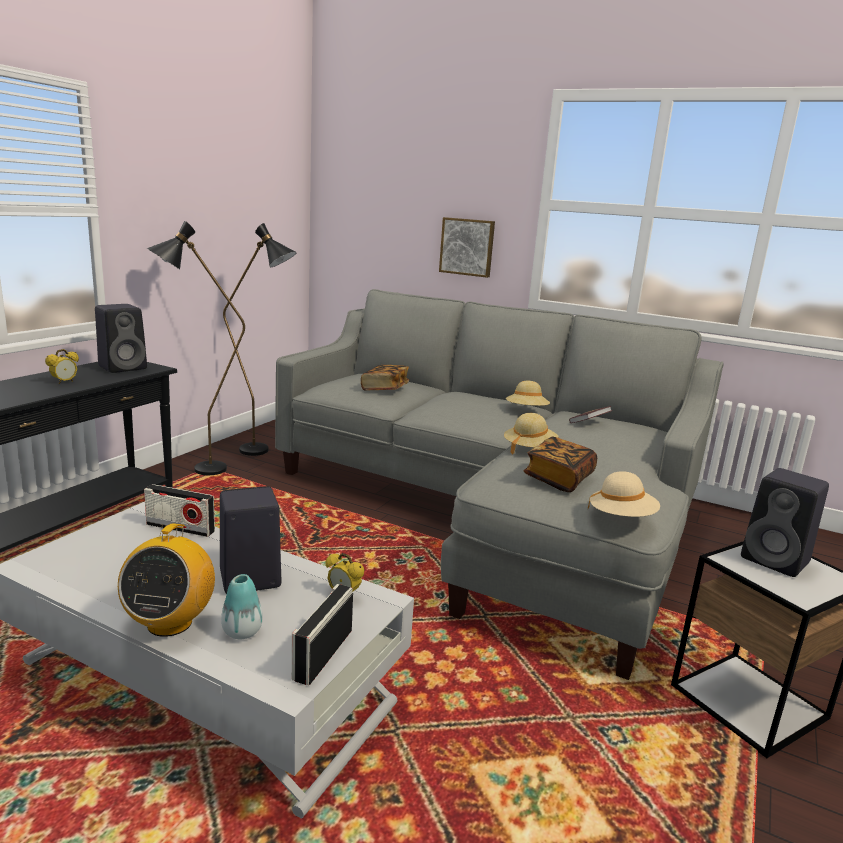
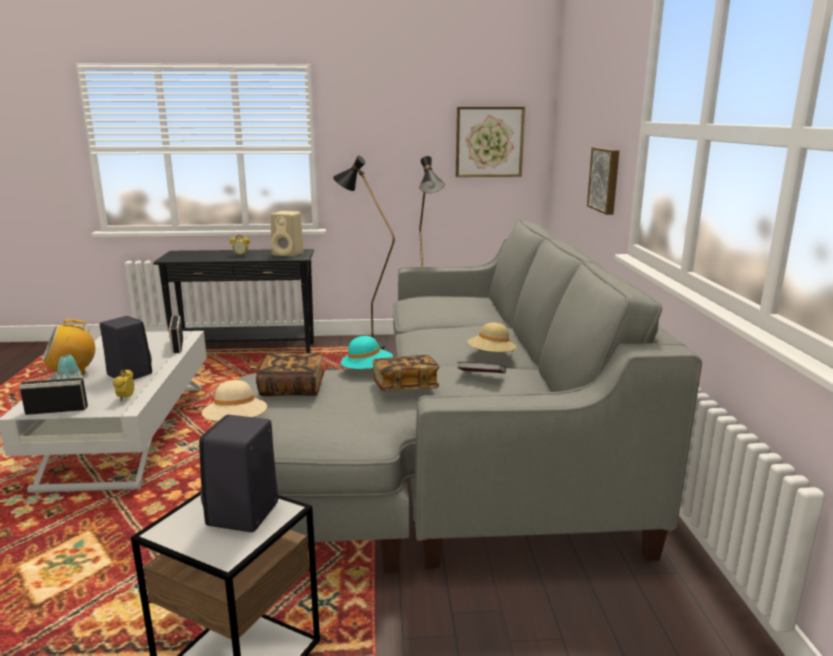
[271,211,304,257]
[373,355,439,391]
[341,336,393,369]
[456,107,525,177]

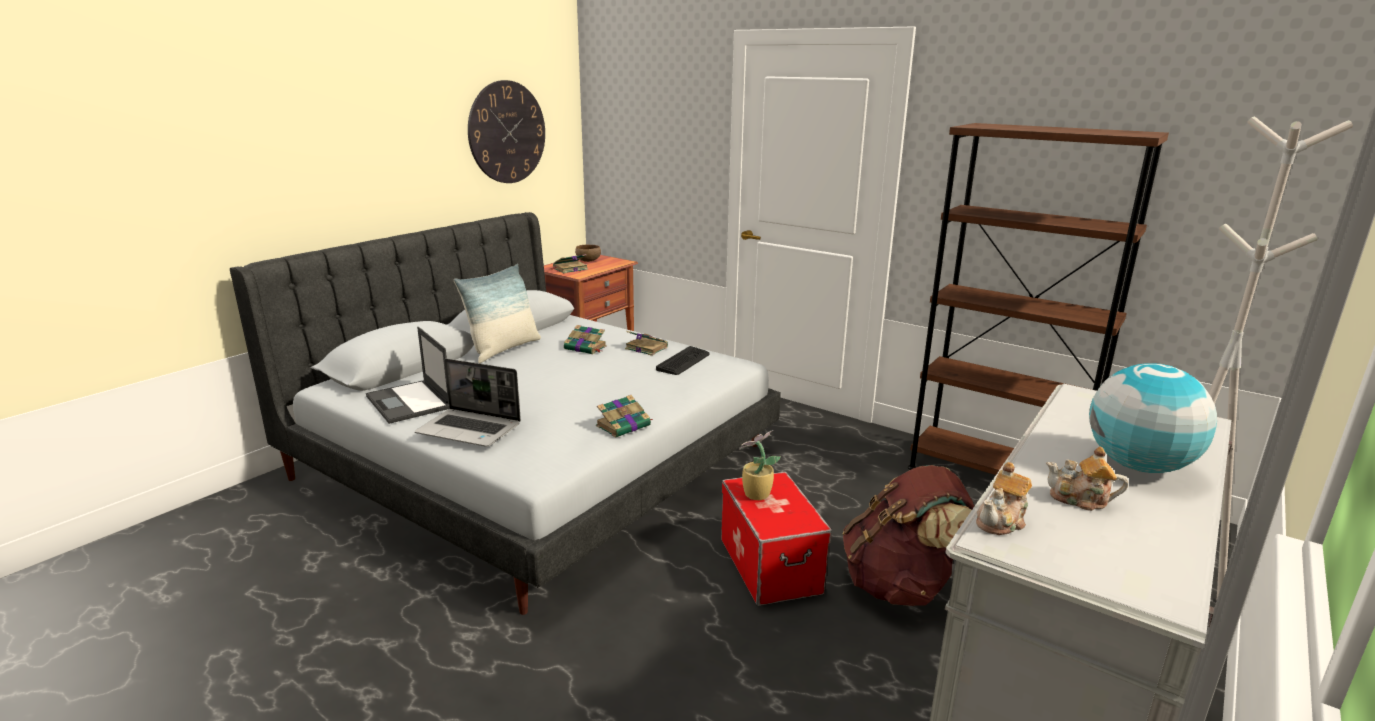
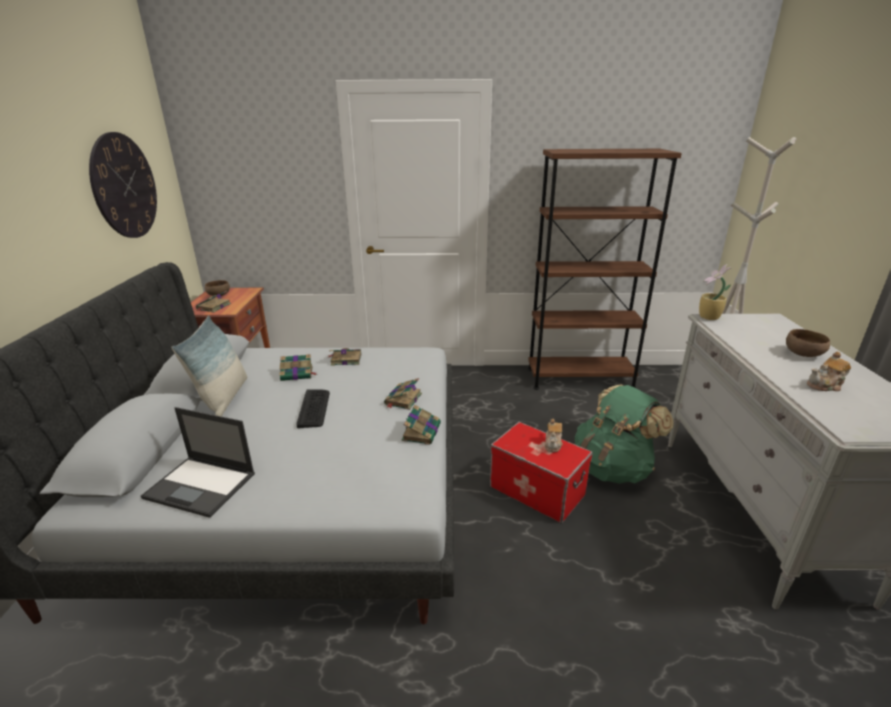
[415,359,521,447] (first image)
[296,389,330,428]
[699,264,731,320]
[575,384,674,484]
[545,419,563,452]
[786,329,830,357]
[384,378,422,410]

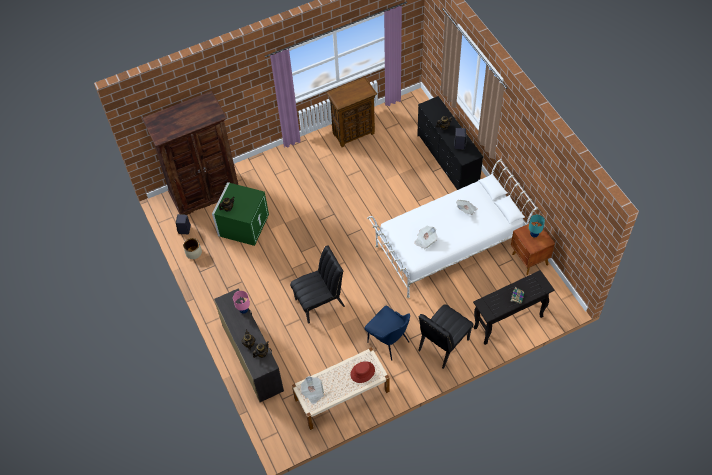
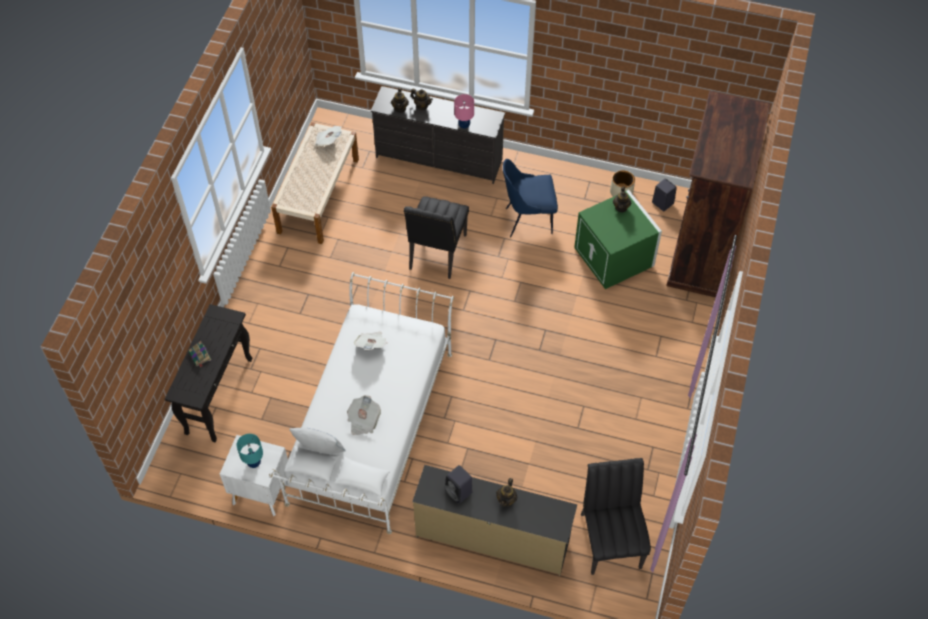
[326,77,377,147] (first image)
[350,361,375,383] (first image)
[503,159,558,237]
[581,458,651,575]
[220,435,288,516]
[289,428,346,453]

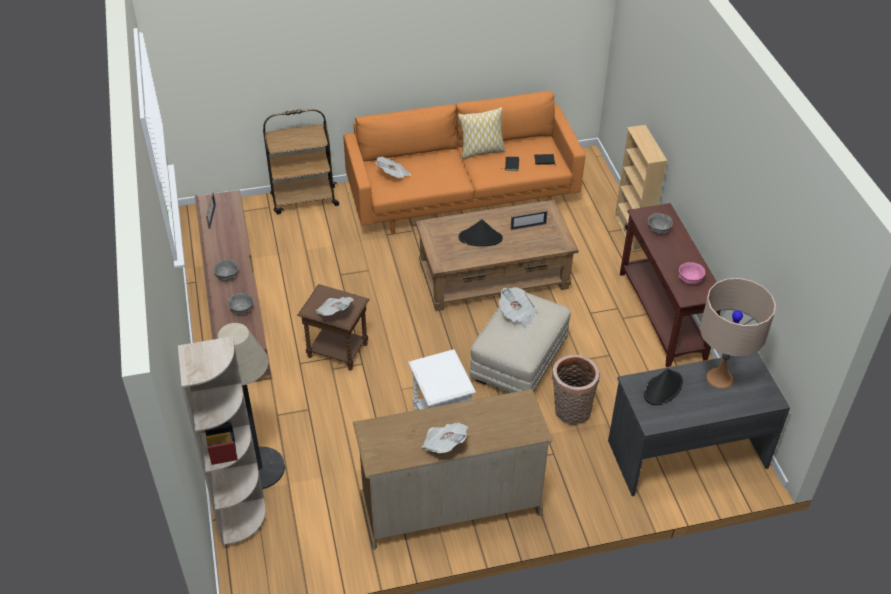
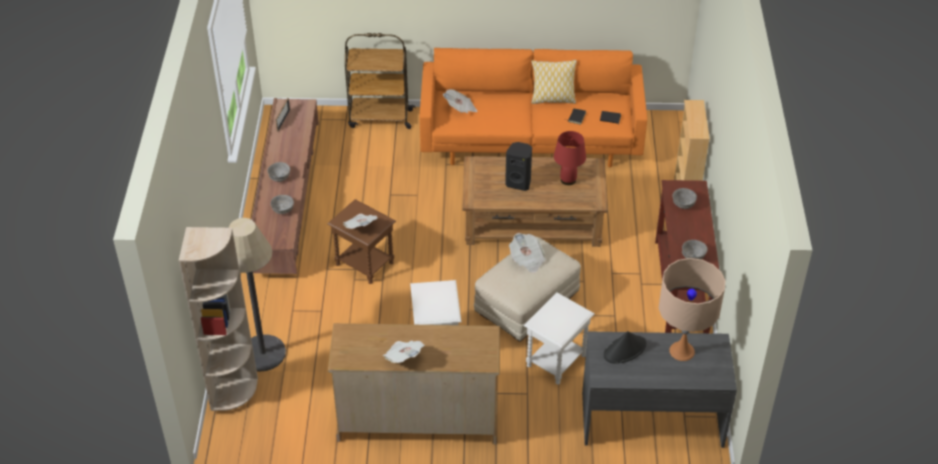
[505,142,532,191]
[554,131,586,185]
[524,292,595,385]
[682,240,708,259]

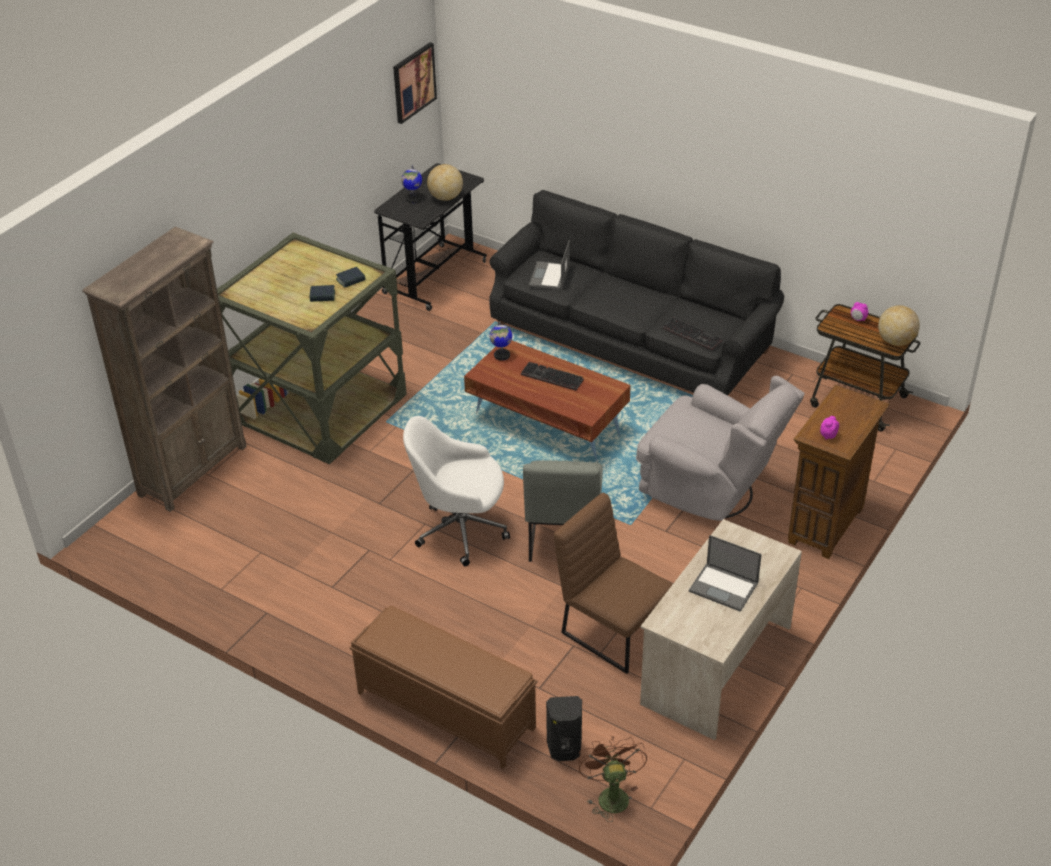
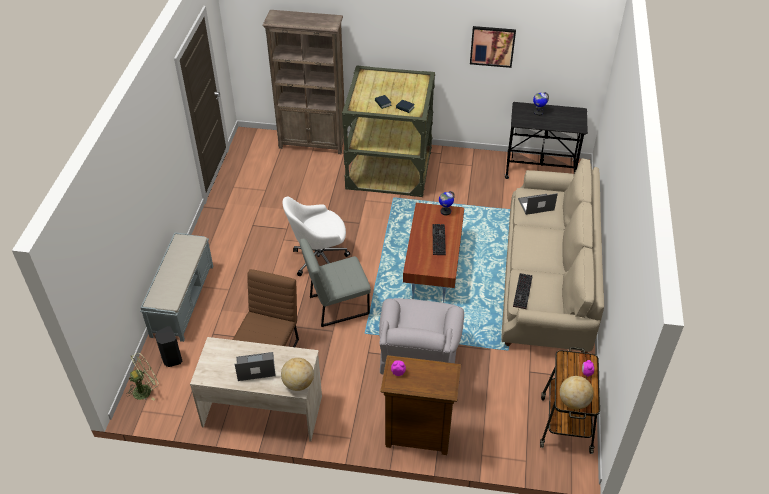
[140,232,213,342]
[470,26,516,68]
[283,197,350,276]
[281,358,314,391]
[501,158,604,353]
[126,353,159,401]
[235,352,276,381]

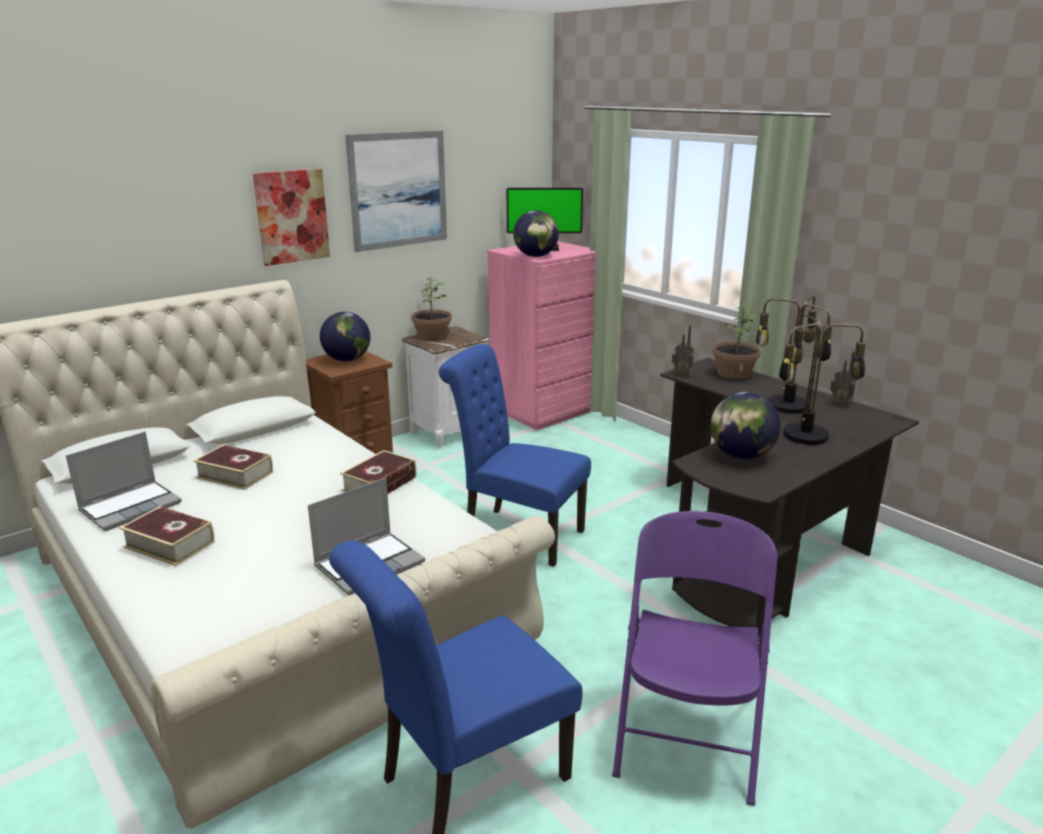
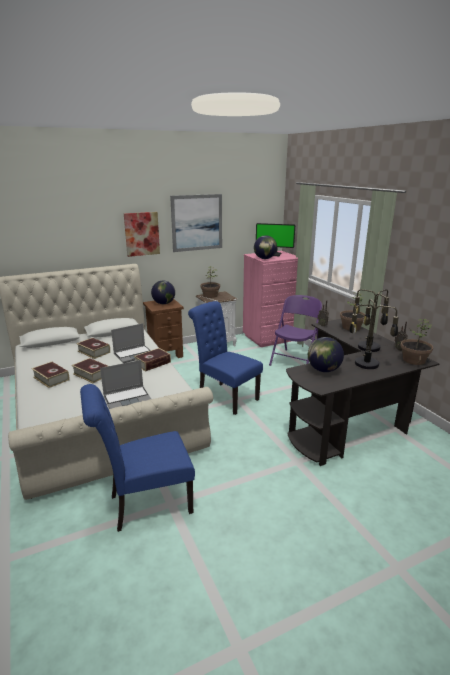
[111,323,151,363]
[269,295,322,366]
[72,358,108,383]
[401,319,433,365]

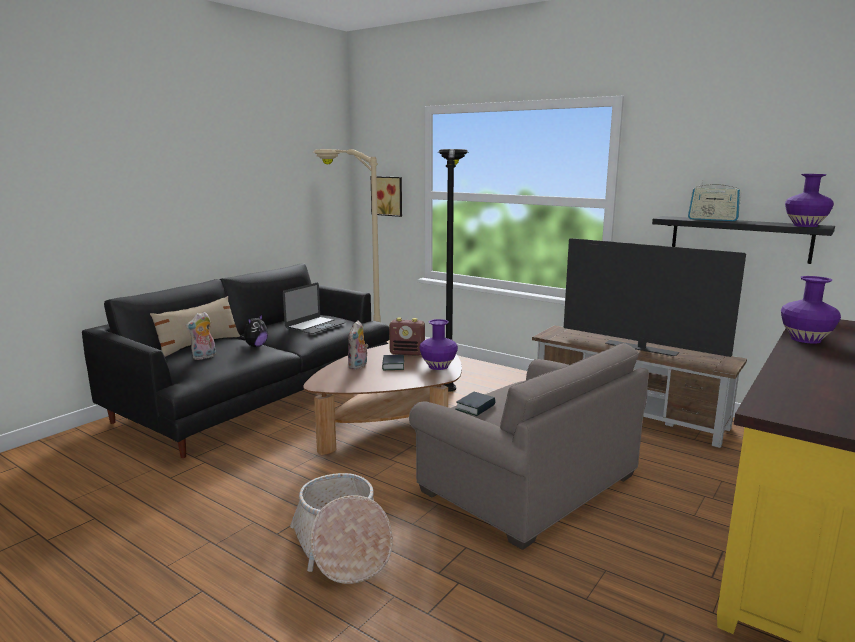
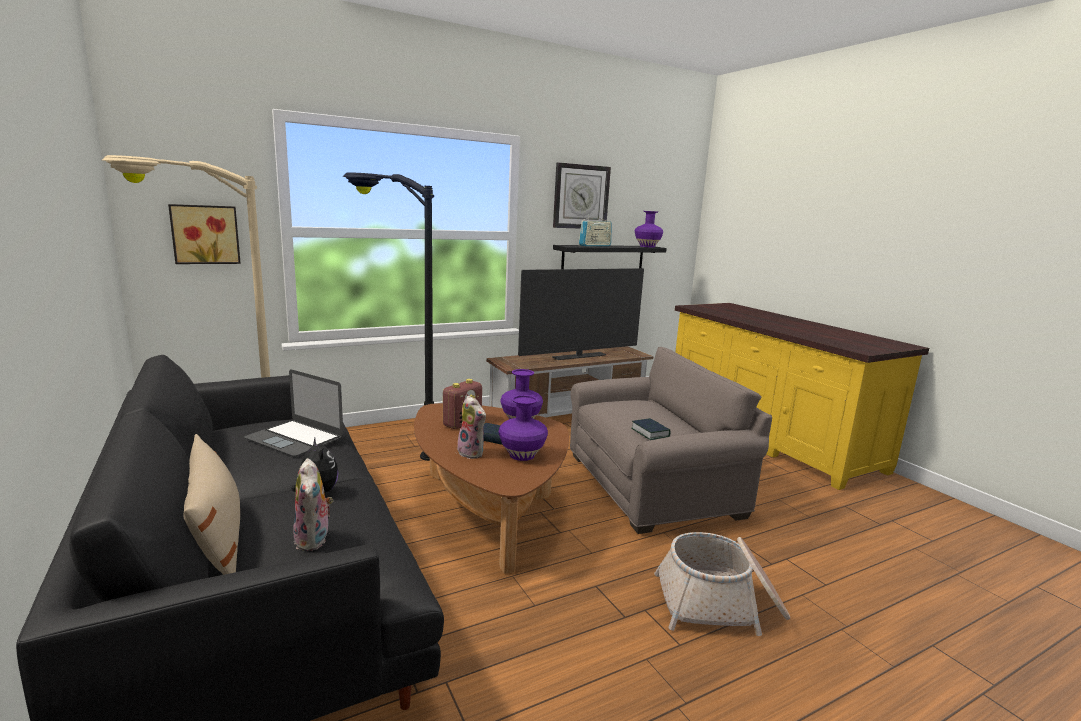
[245,369,343,456]
[499,395,548,461]
[553,162,611,229]

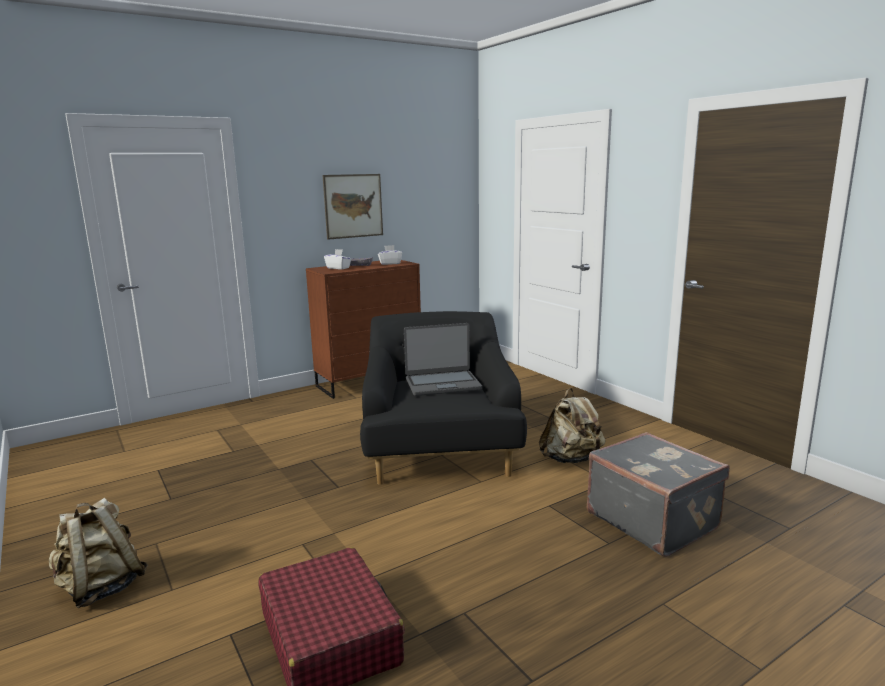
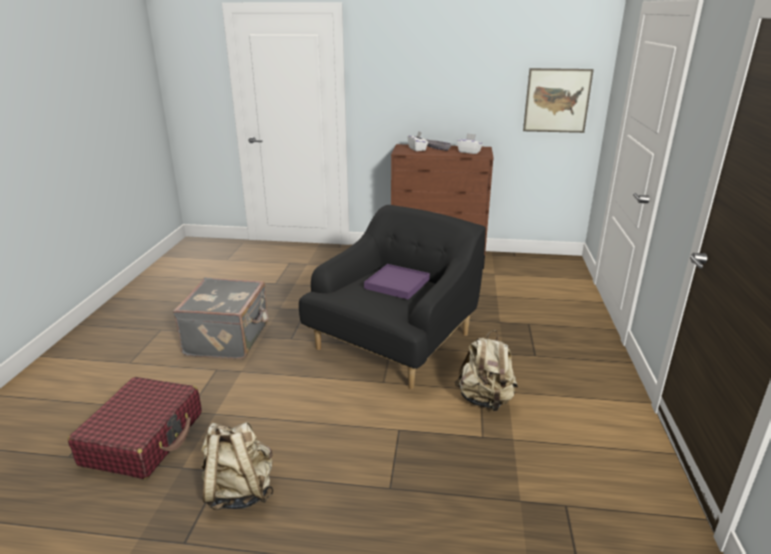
[201,422,273,510]
[523,68,594,133]
[364,264,430,300]
[173,278,269,359]

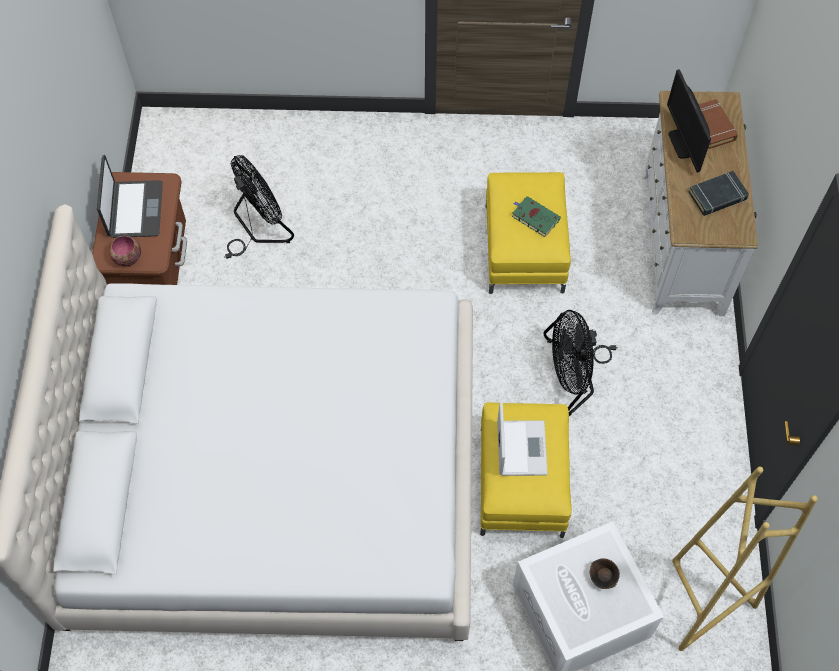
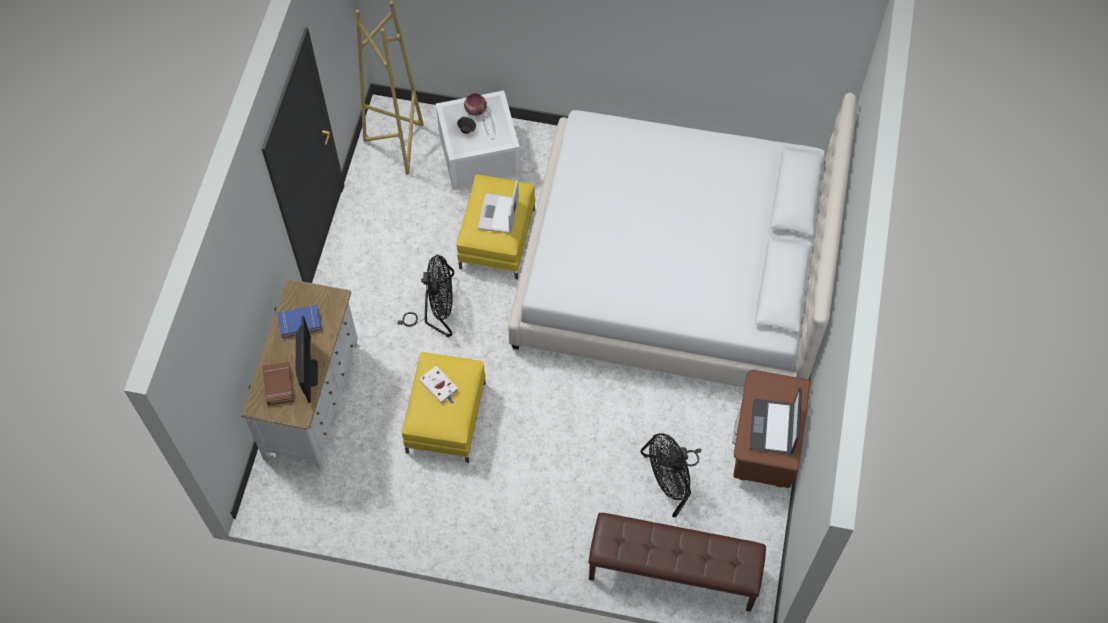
[464,93,487,116]
[419,366,458,404]
[277,305,322,338]
[588,513,766,612]

